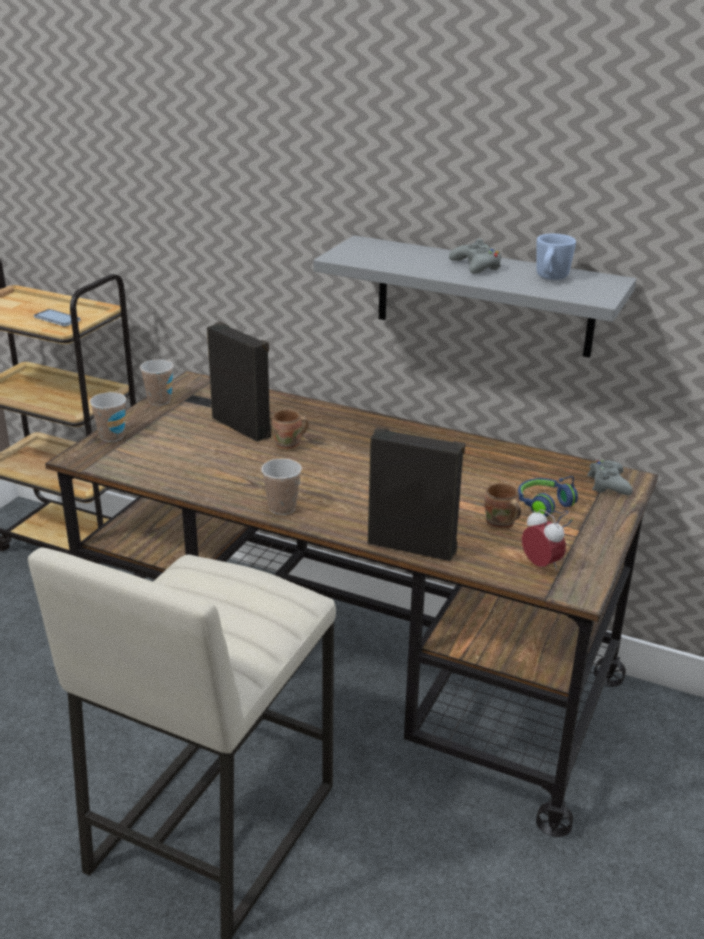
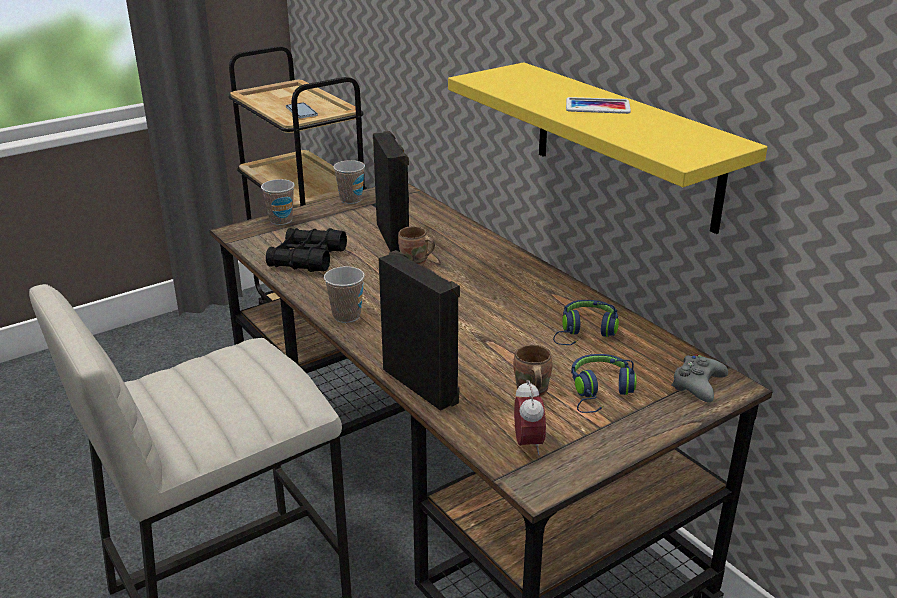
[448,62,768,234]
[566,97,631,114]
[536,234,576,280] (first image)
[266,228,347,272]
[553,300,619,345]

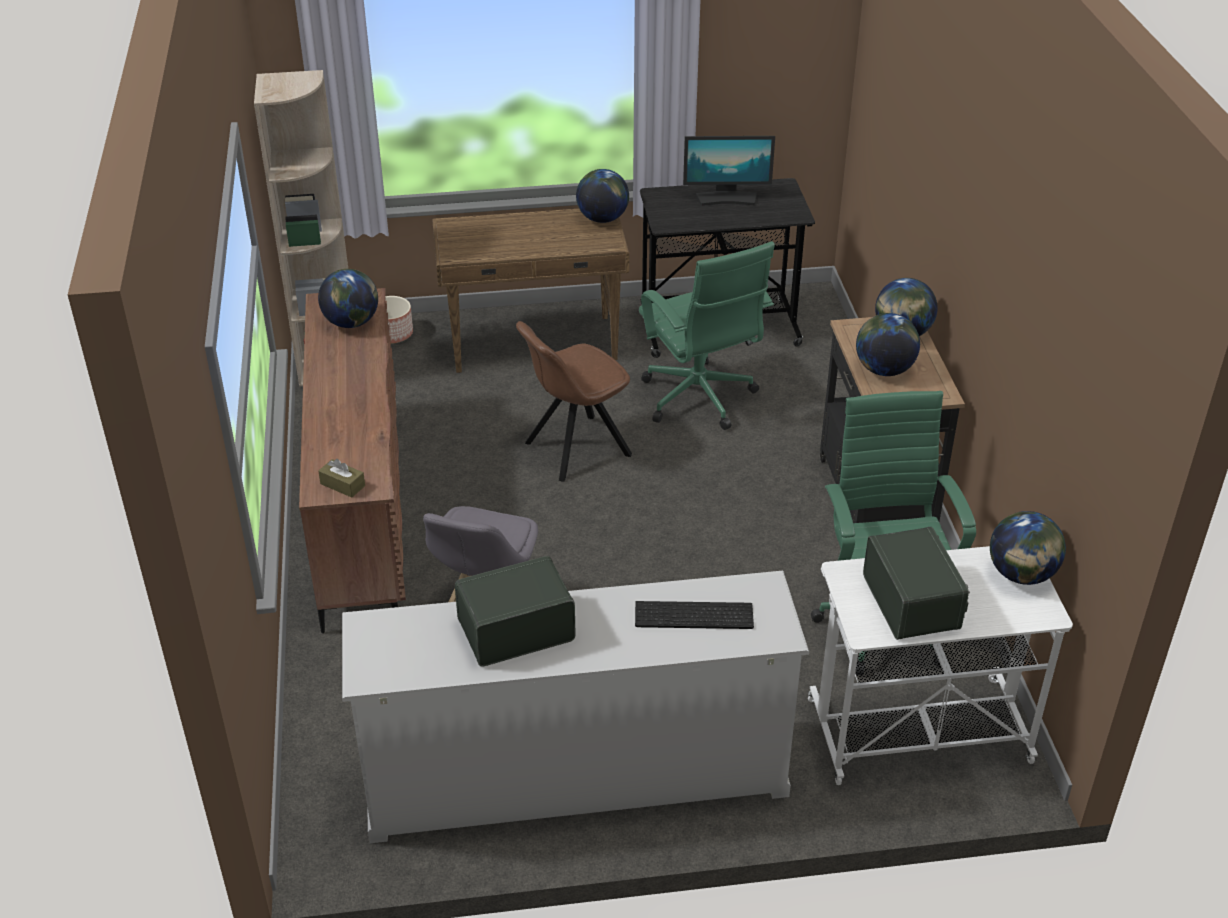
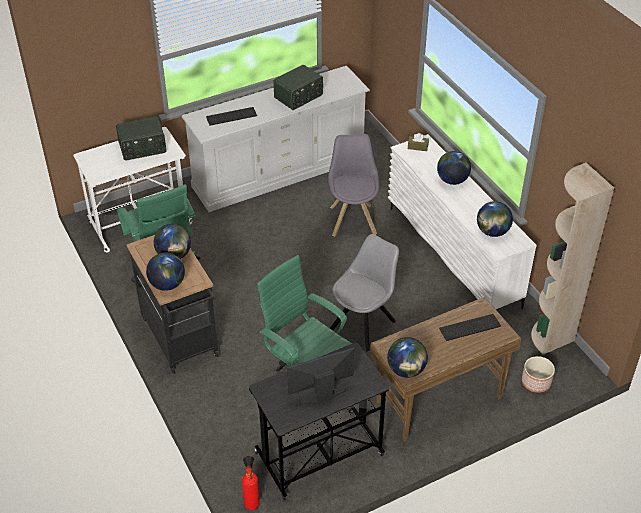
[388,134,537,310]
[330,234,399,351]
[116,117,167,161]
[437,151,471,185]
[242,456,260,510]
[439,314,501,341]

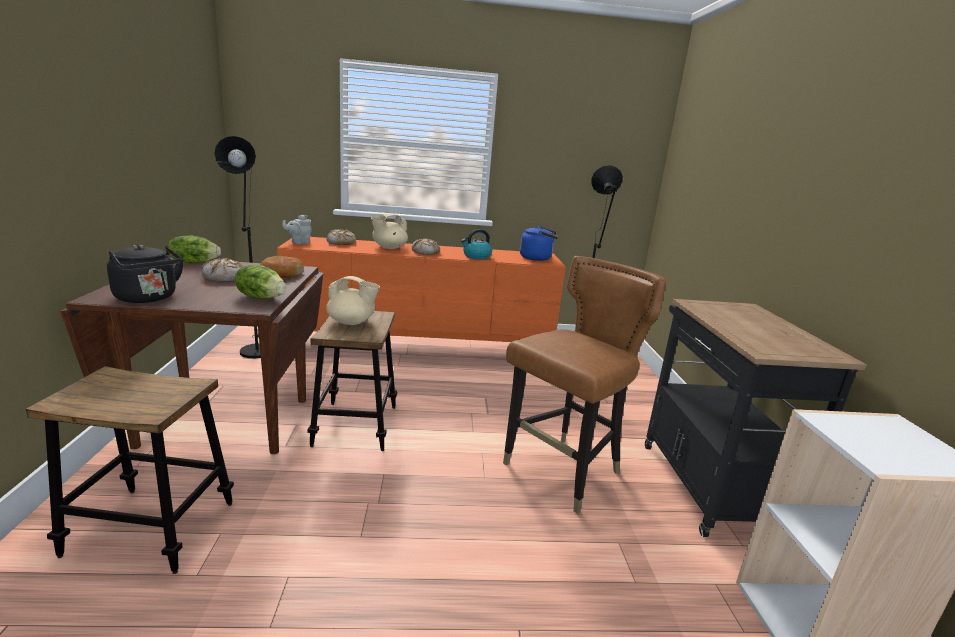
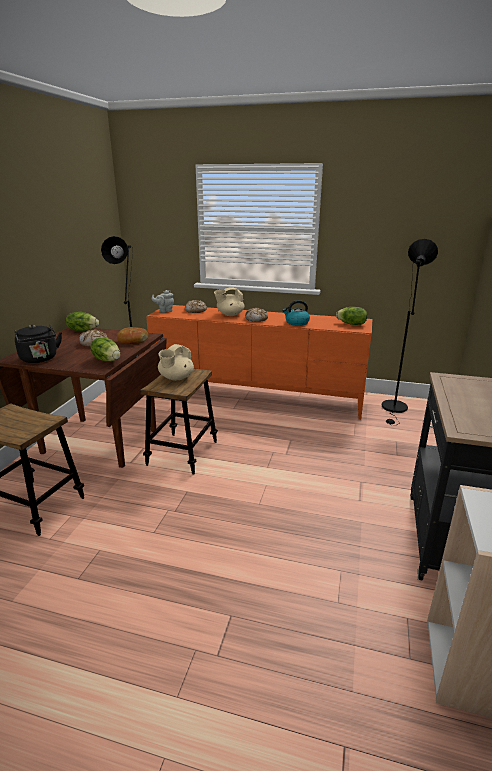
[158,344,194,381]
[503,256,666,514] (first image)
[336,307,367,325]

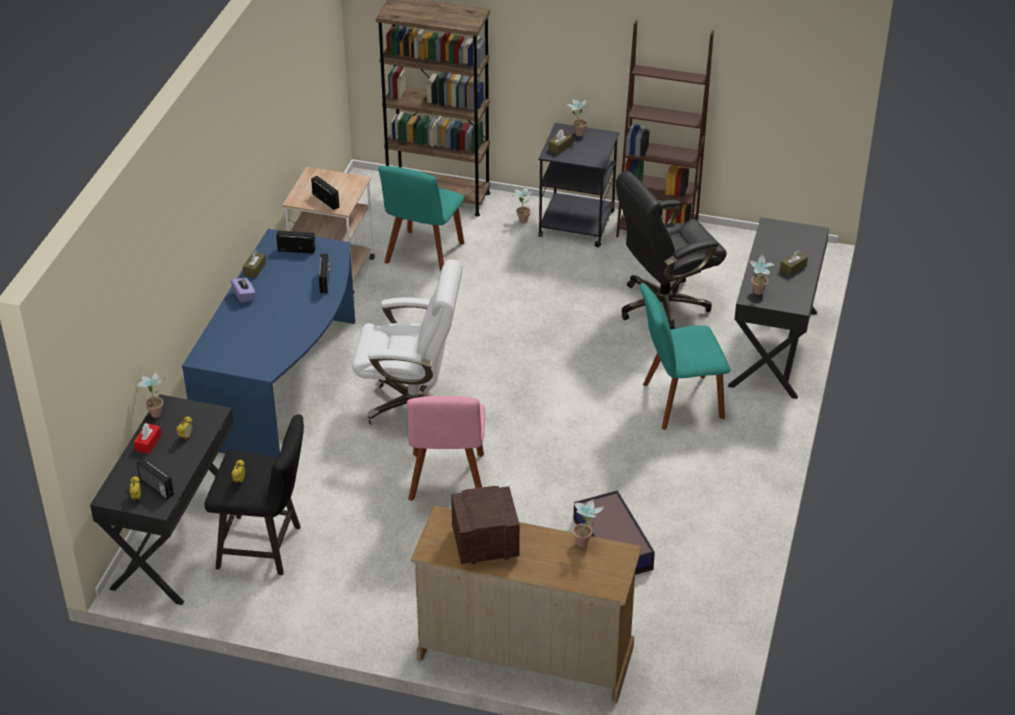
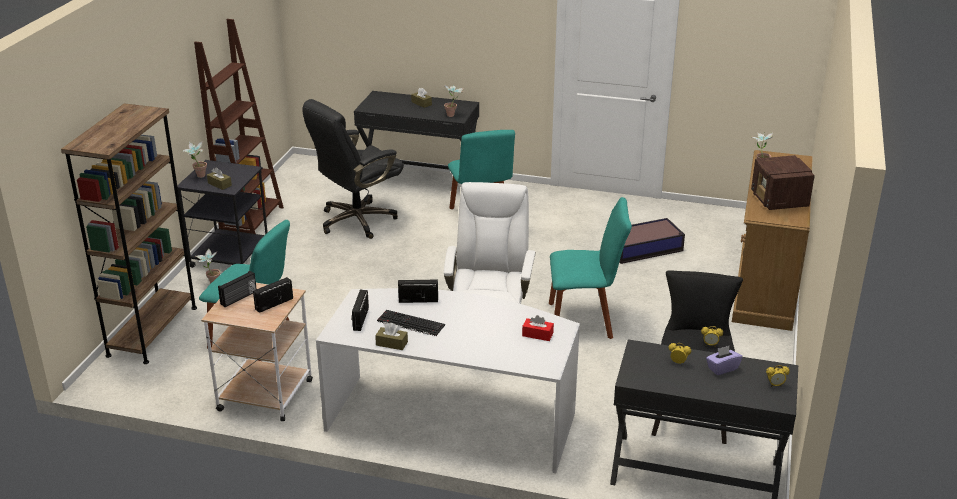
[522,315,554,341]
[136,372,165,418] (first image)
[218,271,257,307]
[316,288,580,473]
[706,346,742,375]
[549,197,632,339]
[302,99,404,239]
[377,310,445,336]

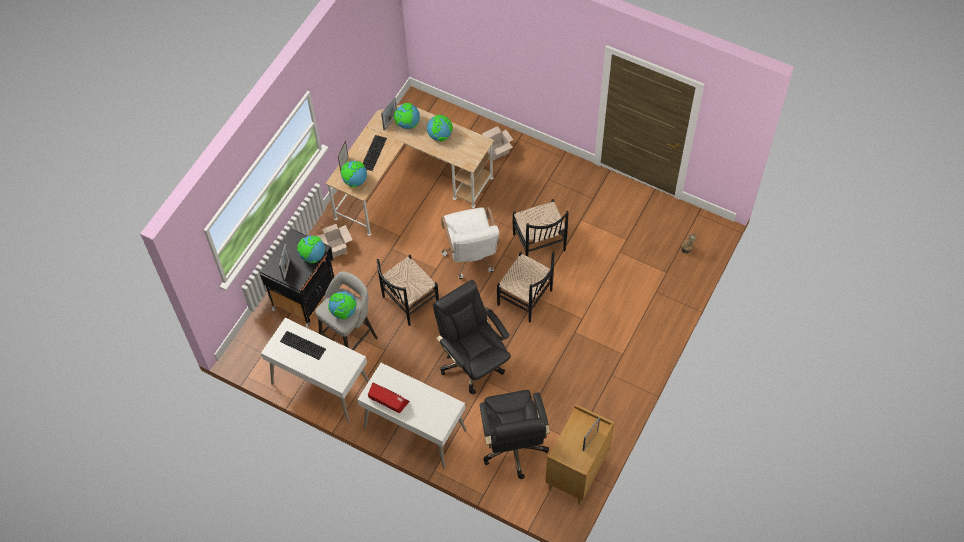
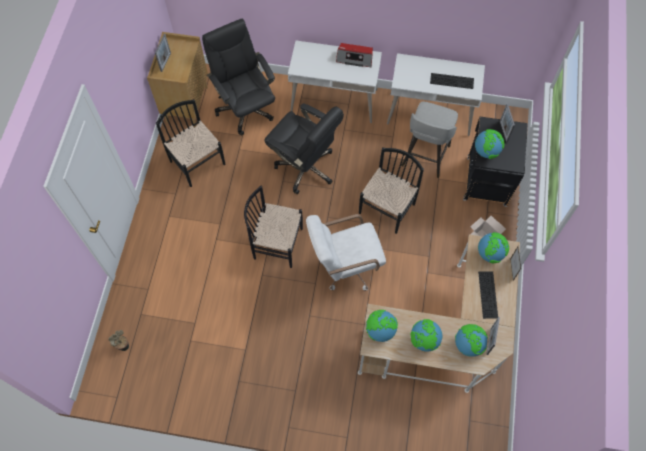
[366,310,398,342]
[306,214,386,291]
[482,126,513,160] (first image)
[156,99,225,187]

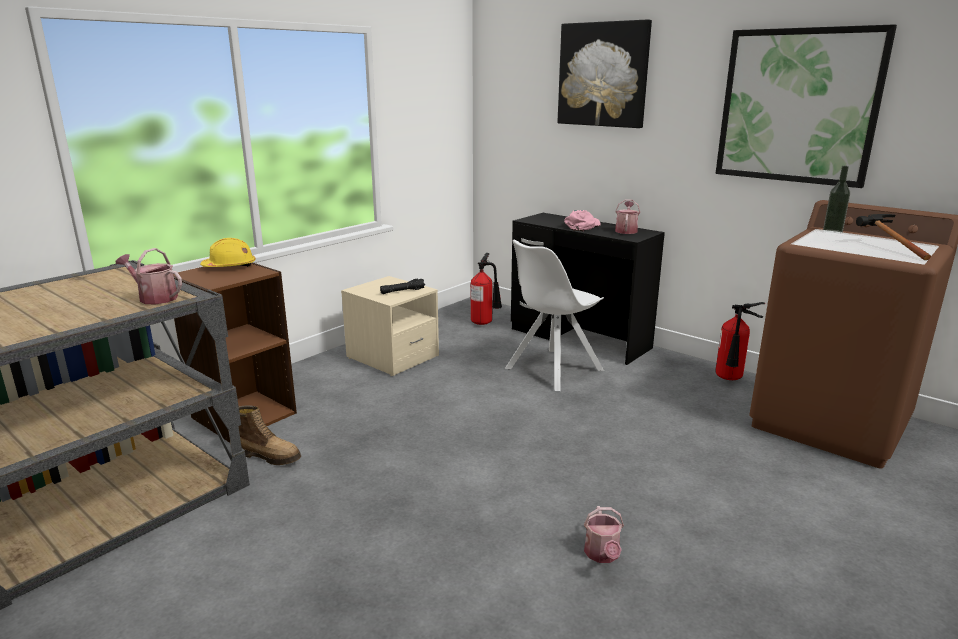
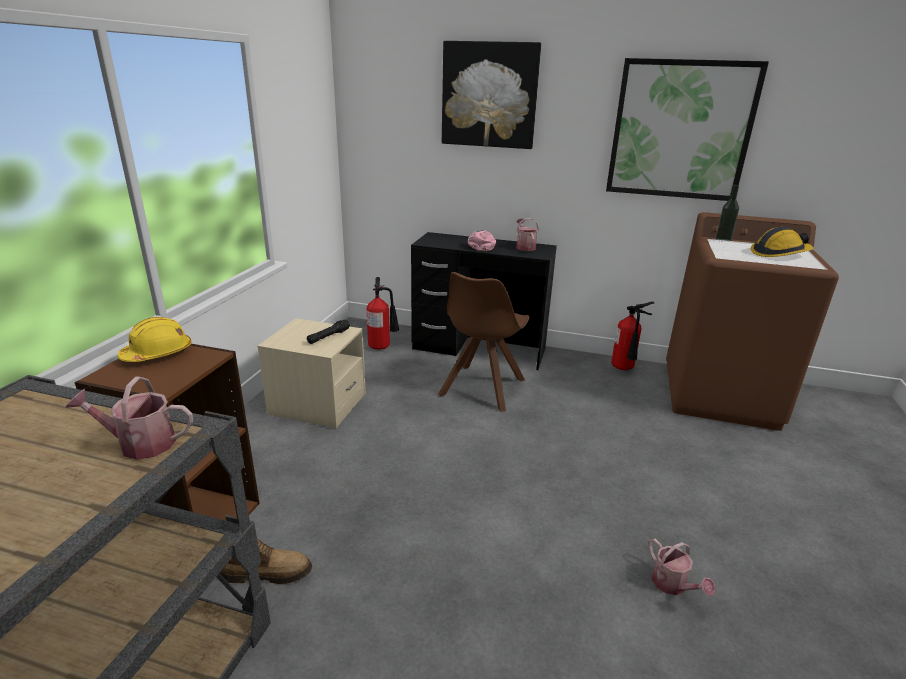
[438,272,529,412]
[751,227,813,257]

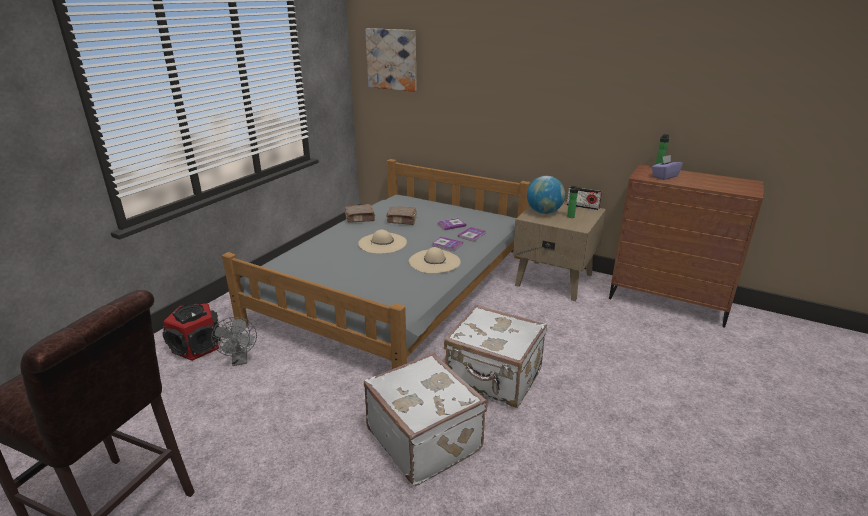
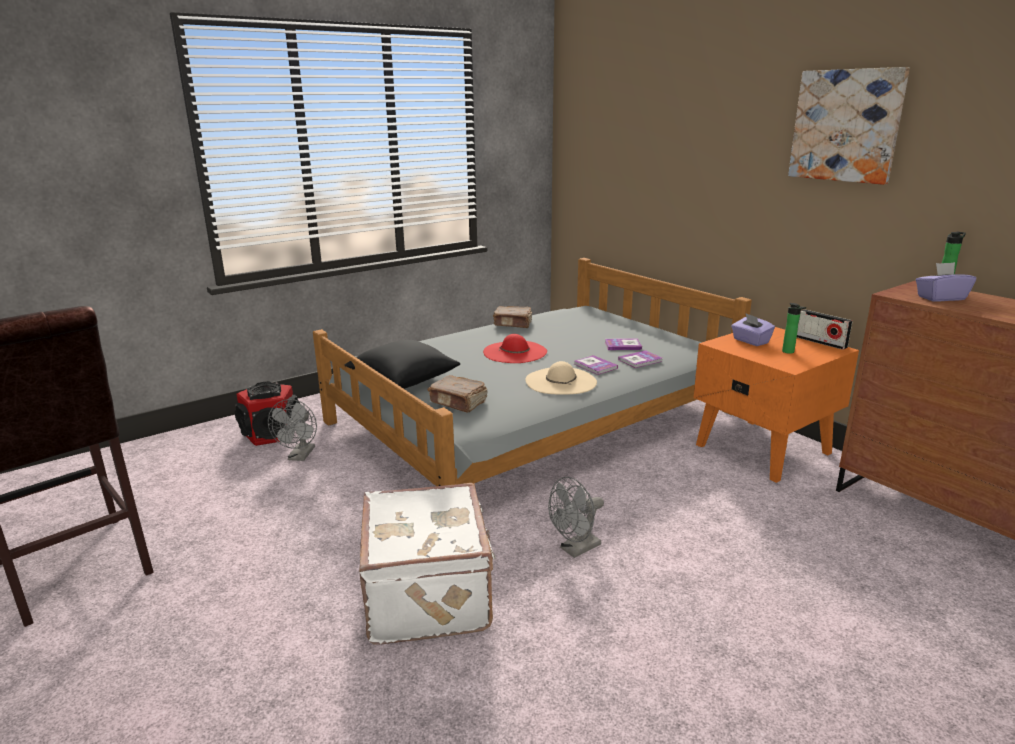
[483,334,547,363]
[788,67,910,185]
[427,375,487,412]
[548,477,604,558]
[694,327,859,483]
[731,313,775,346]
[344,340,460,389]

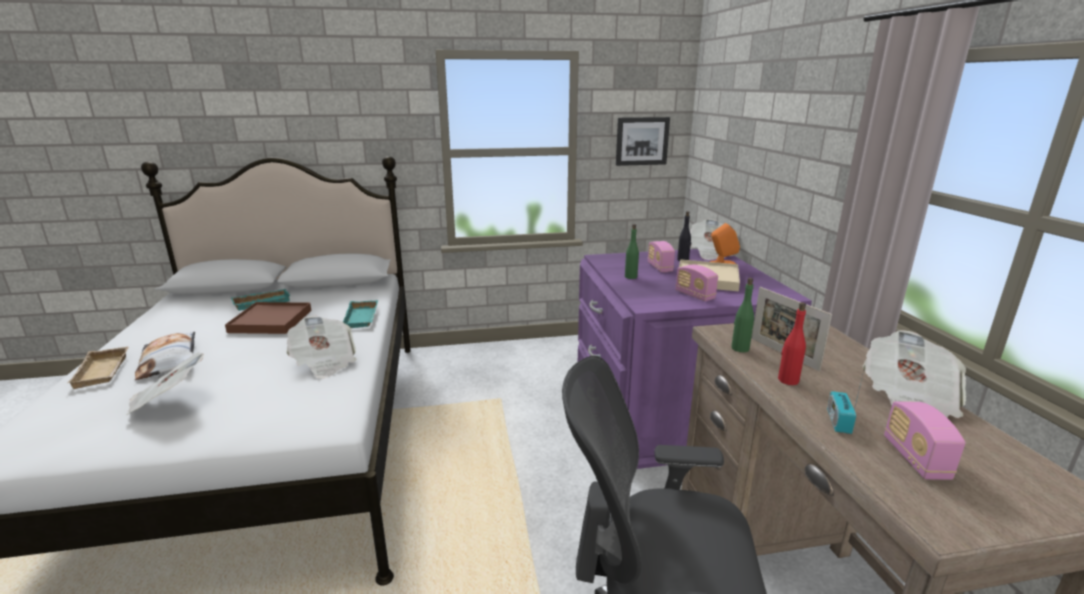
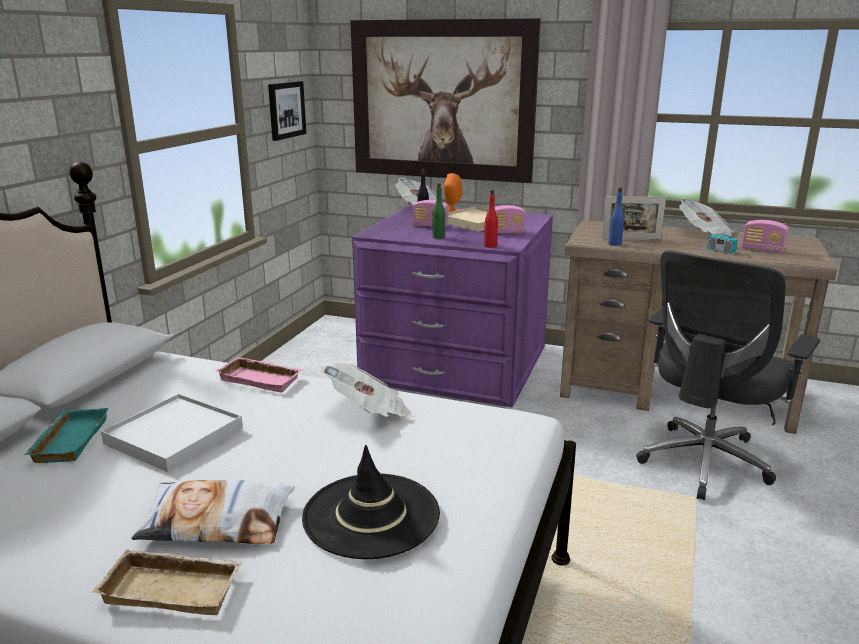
[302,445,440,559]
[101,394,243,472]
[215,357,302,392]
[608,188,624,246]
[484,190,498,248]
[350,18,541,183]

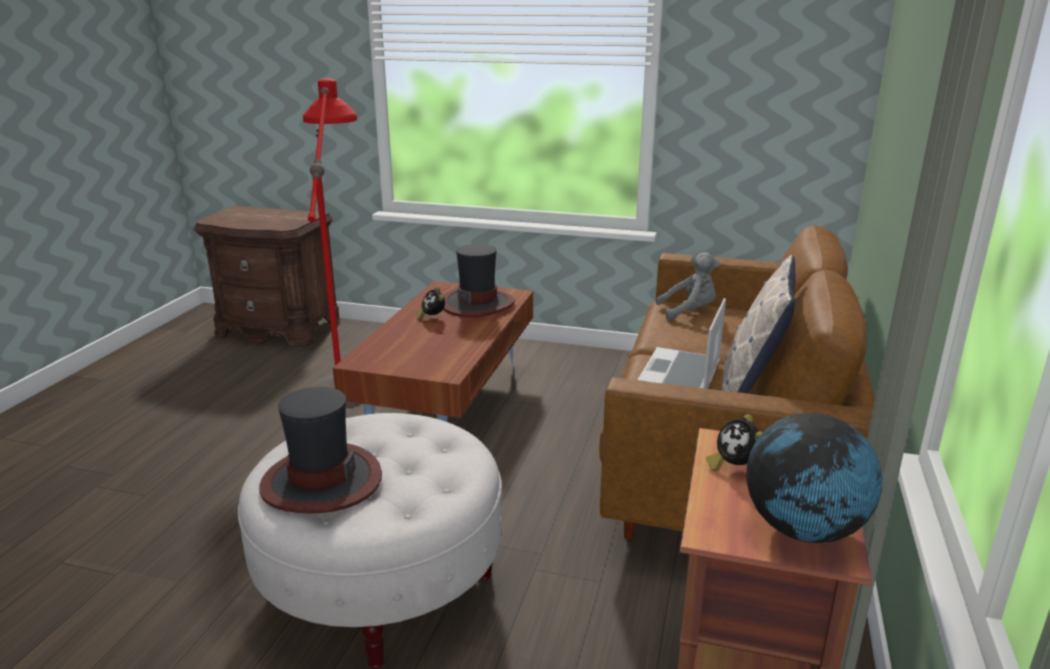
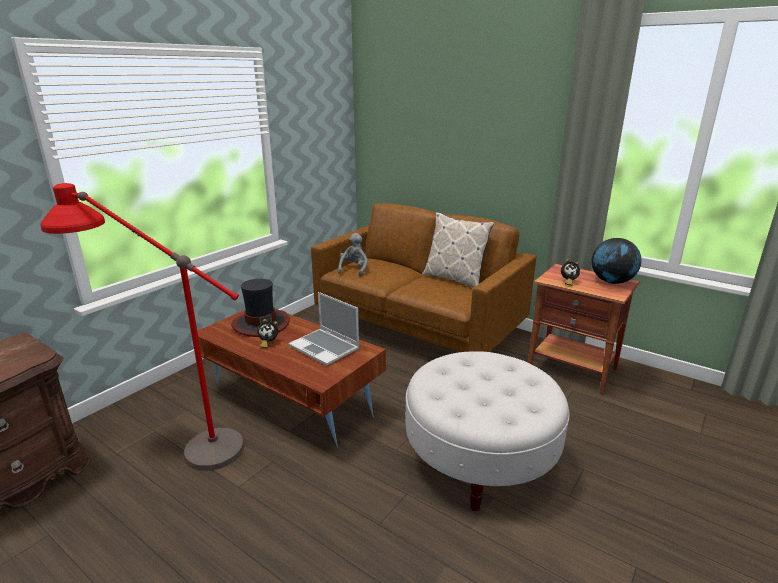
[259,387,382,513] (first image)
[289,292,360,366]

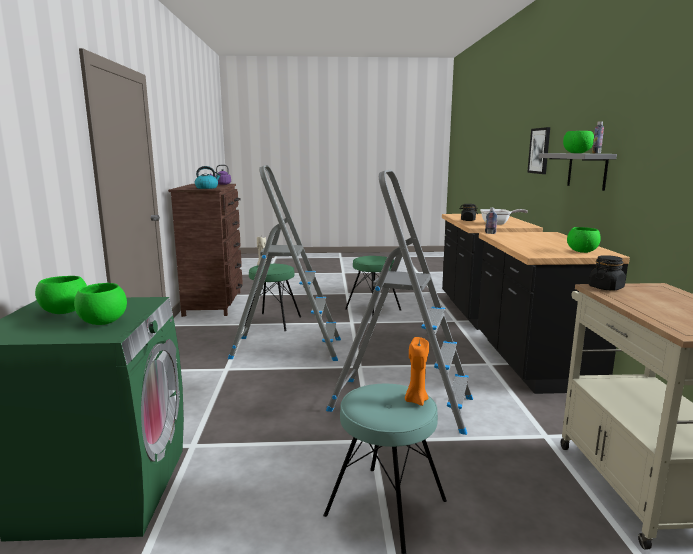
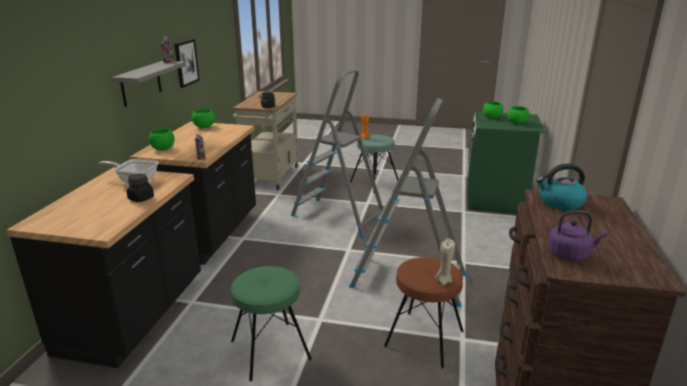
[384,257,464,368]
[174,39,200,88]
[149,128,175,150]

